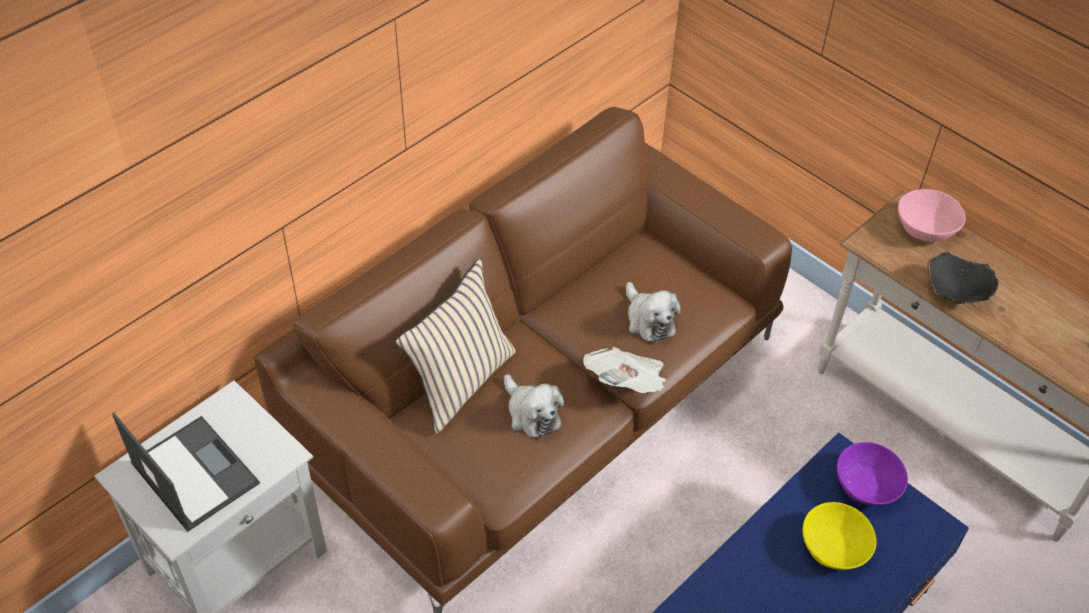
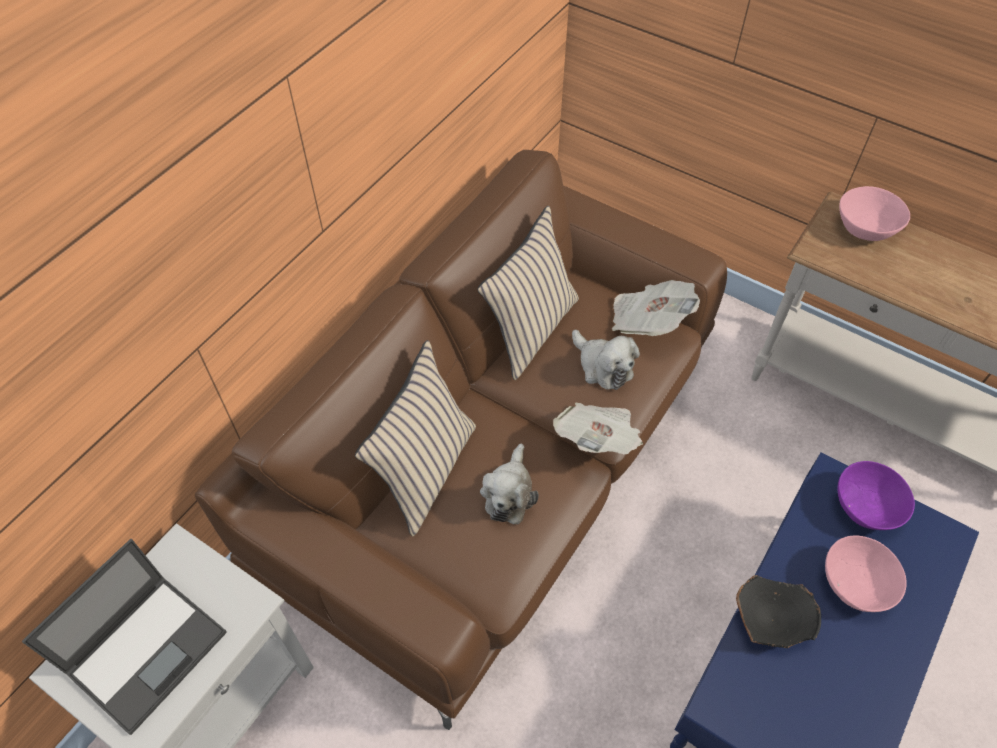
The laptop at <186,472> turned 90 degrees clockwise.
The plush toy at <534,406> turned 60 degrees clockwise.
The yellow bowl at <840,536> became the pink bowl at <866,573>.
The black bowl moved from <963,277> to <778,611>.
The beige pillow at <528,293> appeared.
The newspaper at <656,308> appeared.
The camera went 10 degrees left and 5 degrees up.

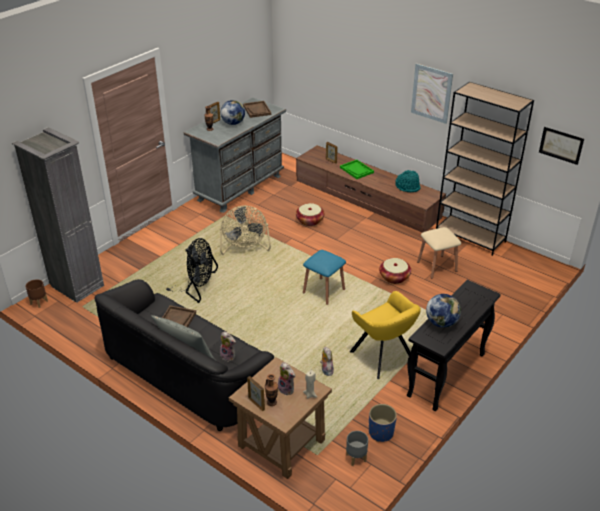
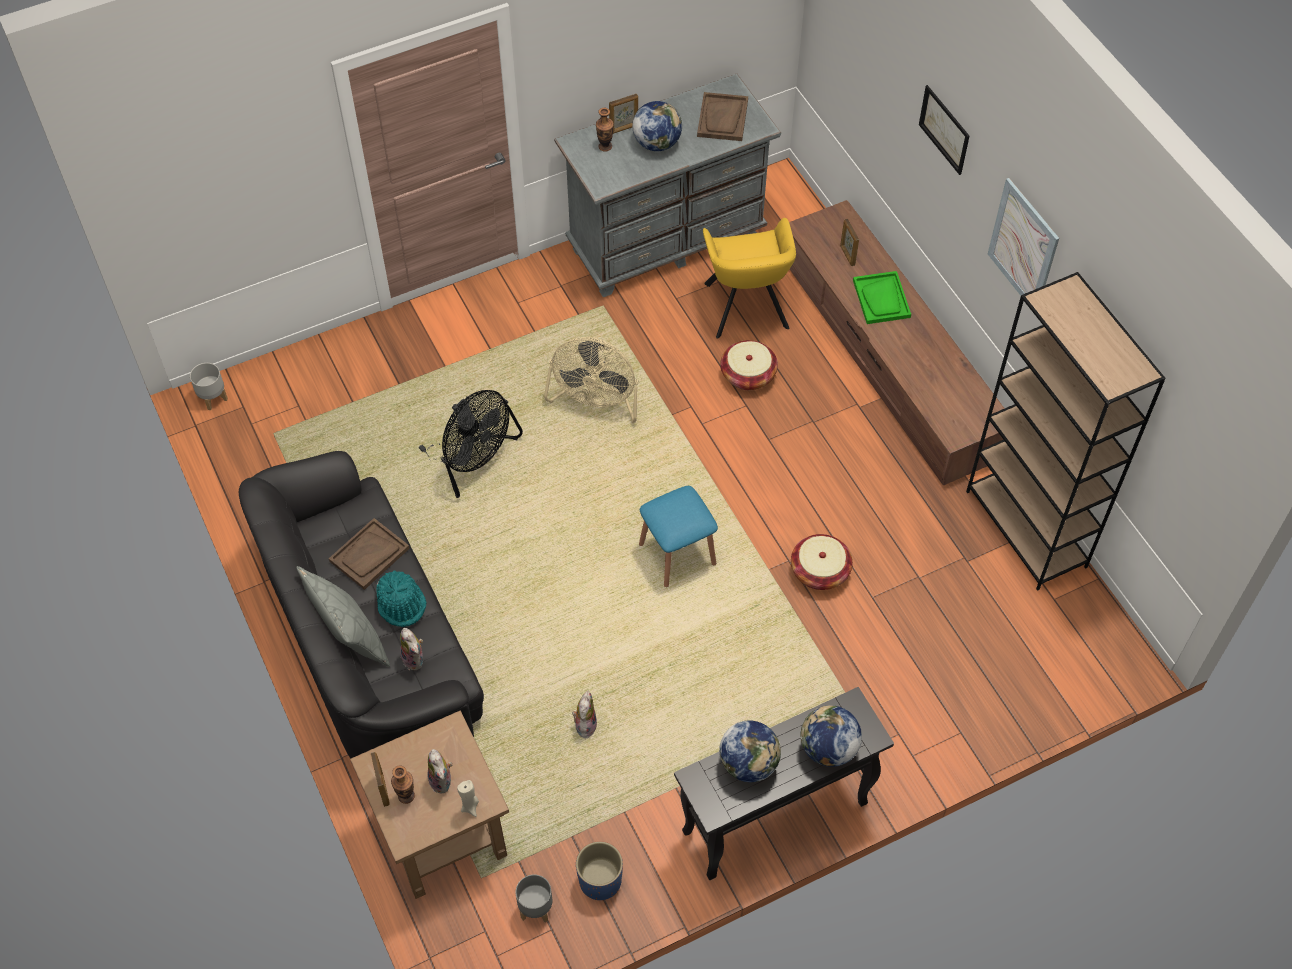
The grey cabinet at <58,215> disappeared.
The brown planter at <37,293> became the grey planter at <209,386>.
The yellow armchair moved from <385,335> to <749,278>.
The turquoise hat moved from <408,181> to <401,598>.
The beige stool at <439,252> disappeared.
The picture moved from <561,146> to <944,130>.
The globe at <831,736> appeared.
The camera went 25 degrees right and 20 degrees up.

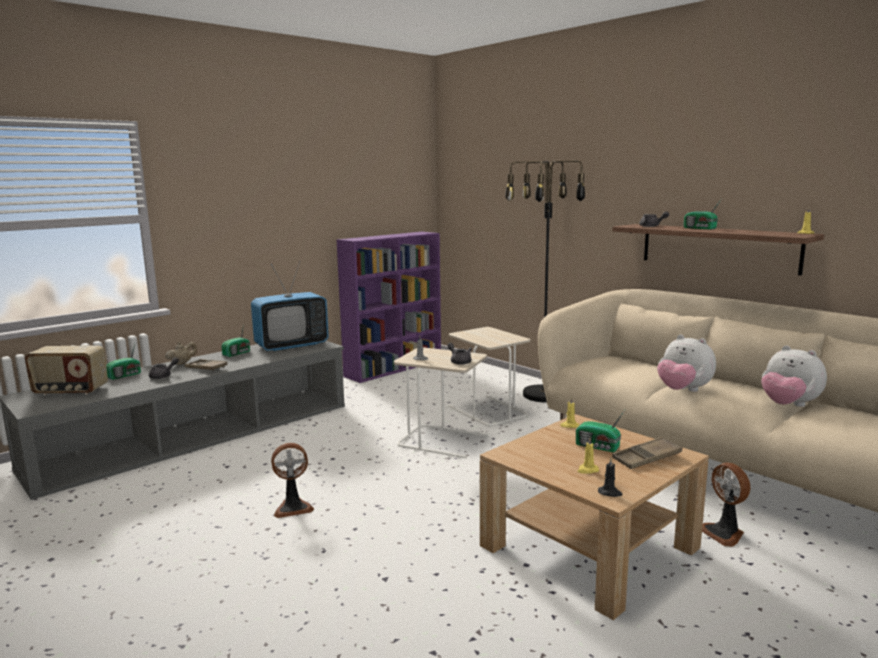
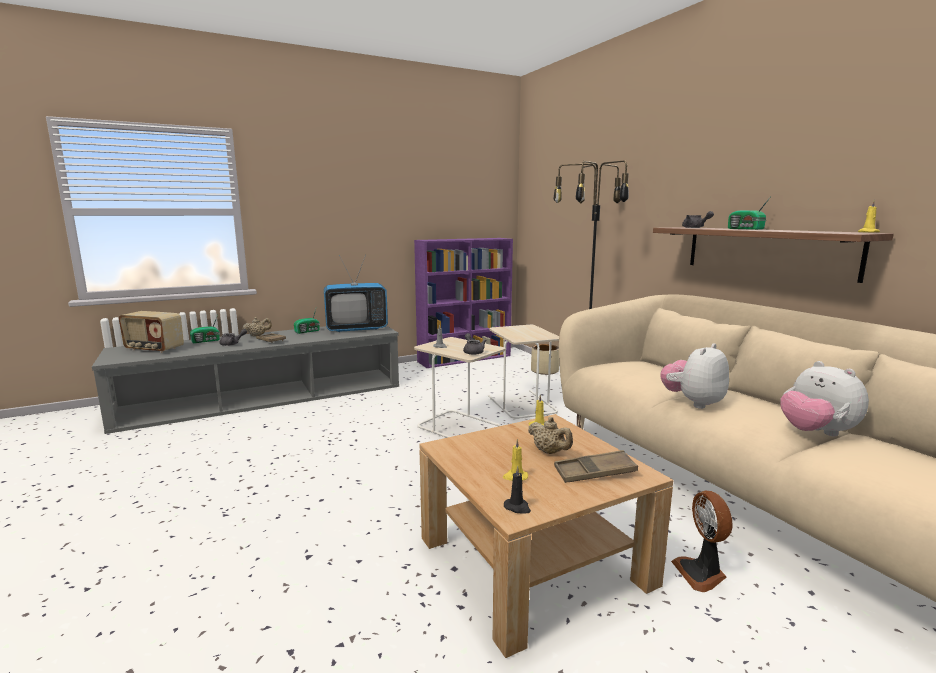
The fan at <292,480> disappeared.
The radio at <600,431> was replaced by the beige teapot at <550,435>.
The plush toy at <686,363> turned 75 degrees clockwise.
The beige planter at <545,359> appeared.
The camera went 15 degrees right and 0 degrees up.

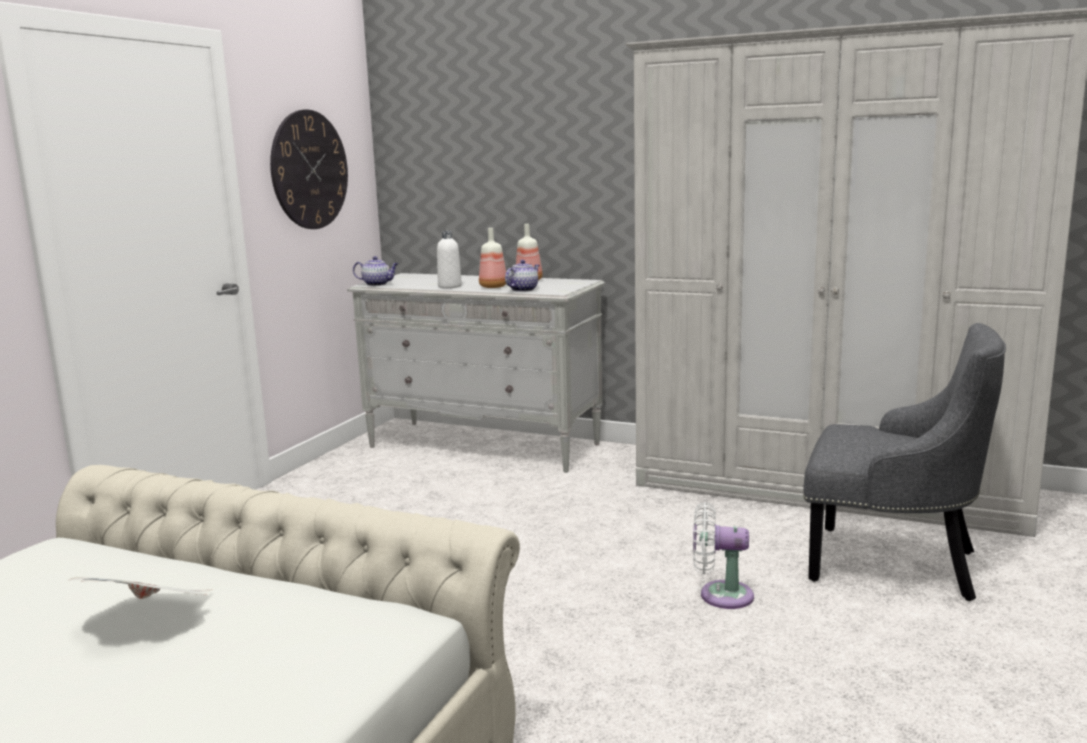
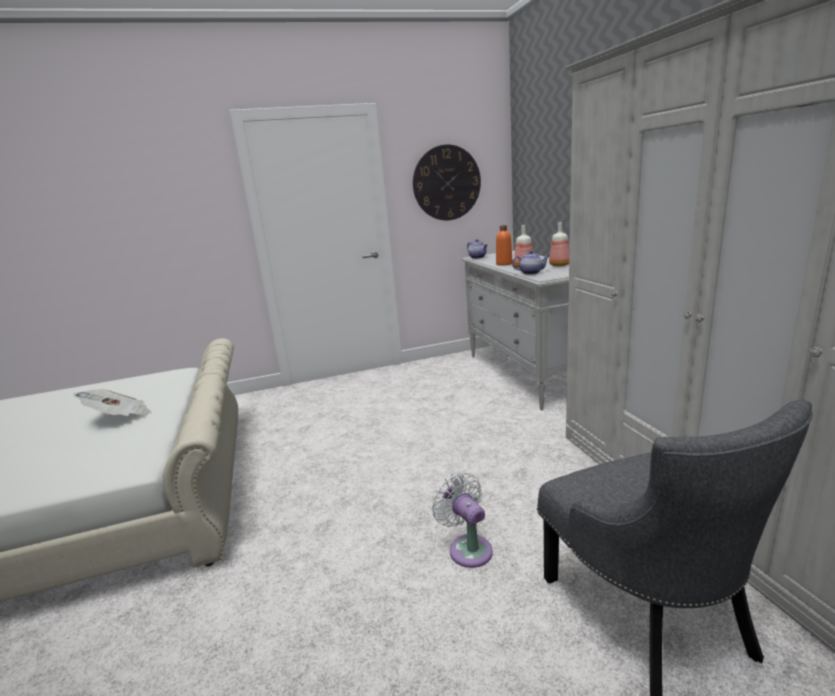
The white bottle at <449,259> became the orange bottle at <504,245>.
The camera went 50 degrees right and 5 degrees up.

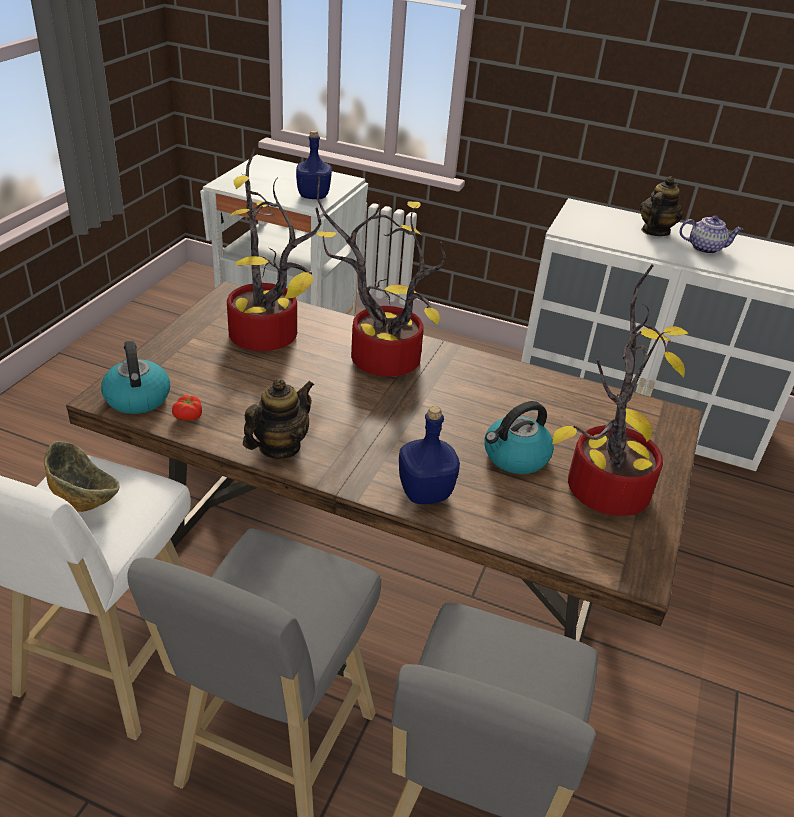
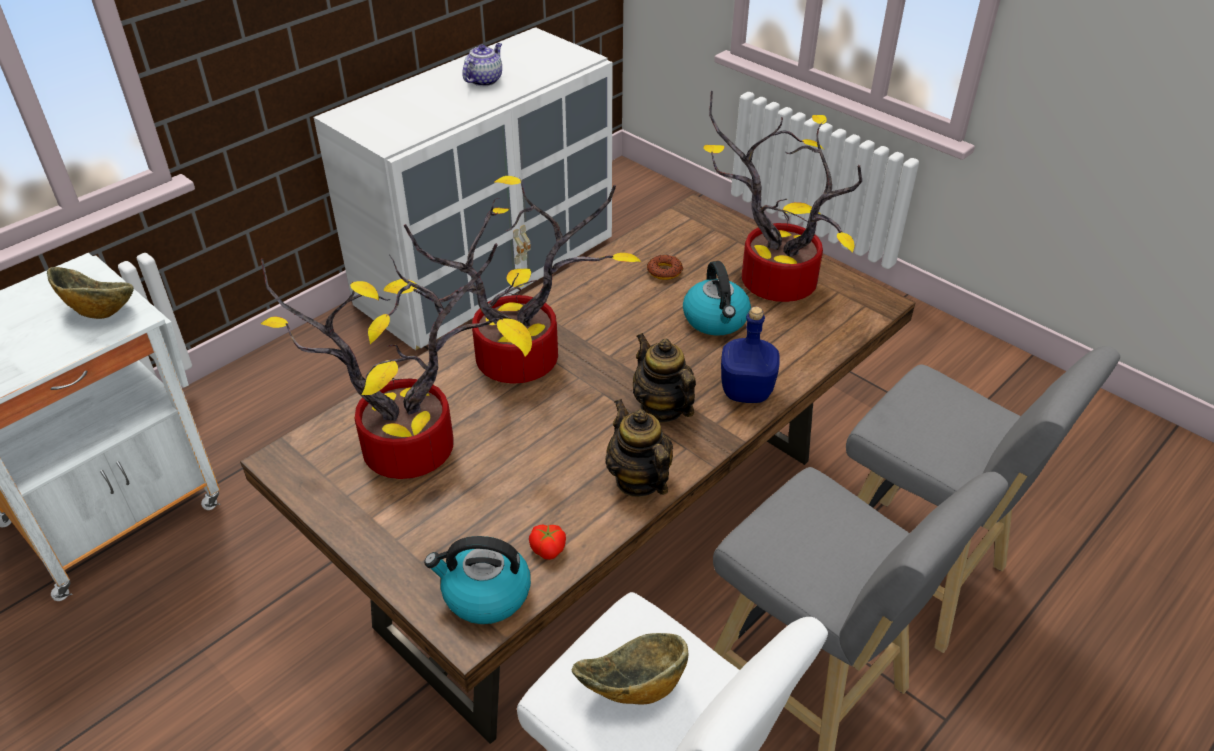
The blue bottle at <314,164> was replaced by the bowl at <90,293>.
The teapot moved from <661,206> to <664,378>.
The donut at <665,267> appeared.
The camera went 65 degrees left and 5 degrees up.

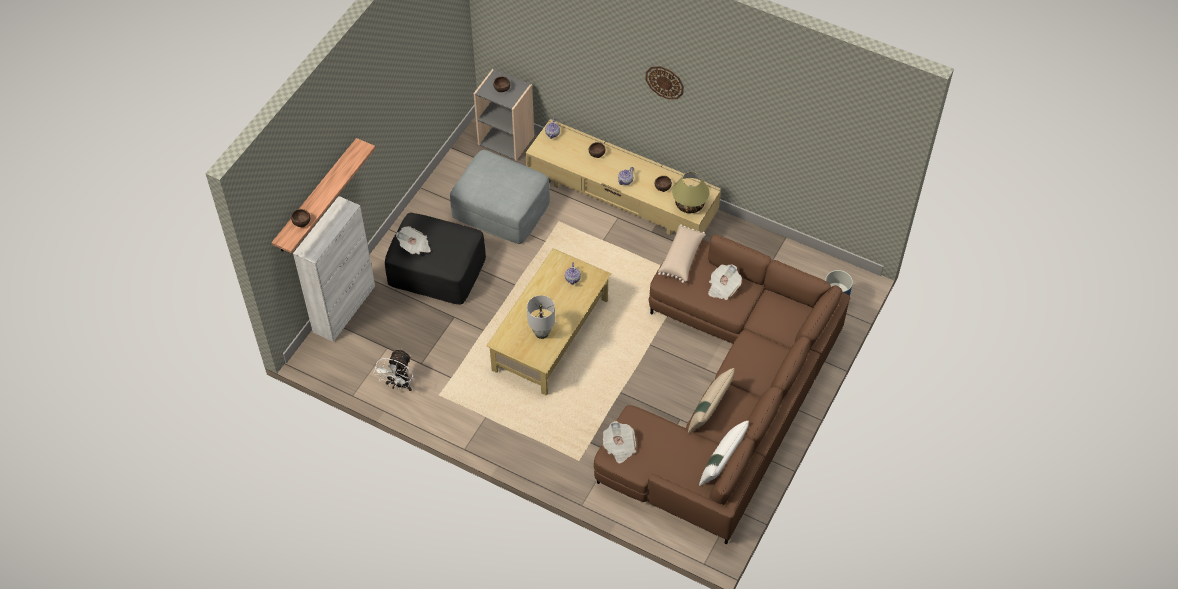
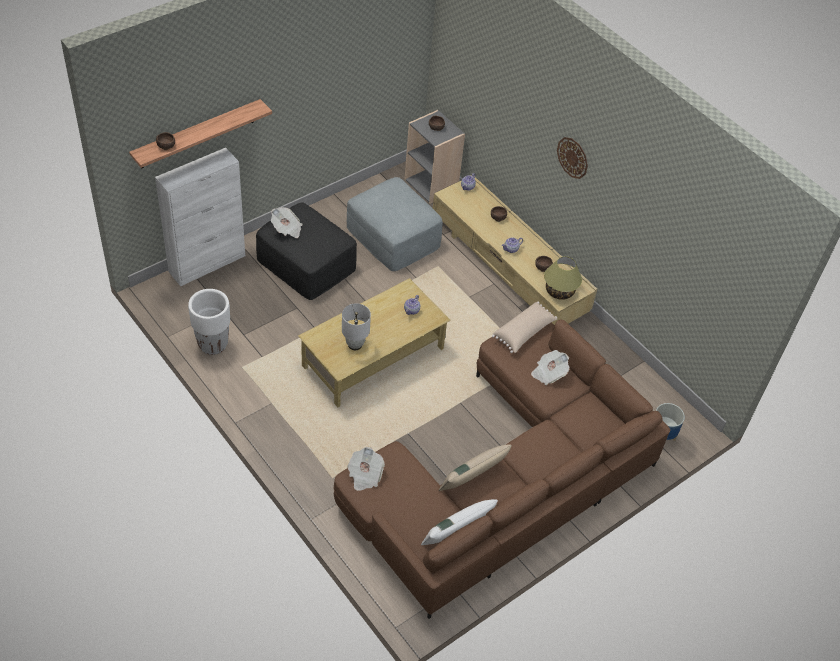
The white fan at <393,370> was replaced by the white planter at <209,322>.
The camera went 20 degrees right and 5 degrees down.

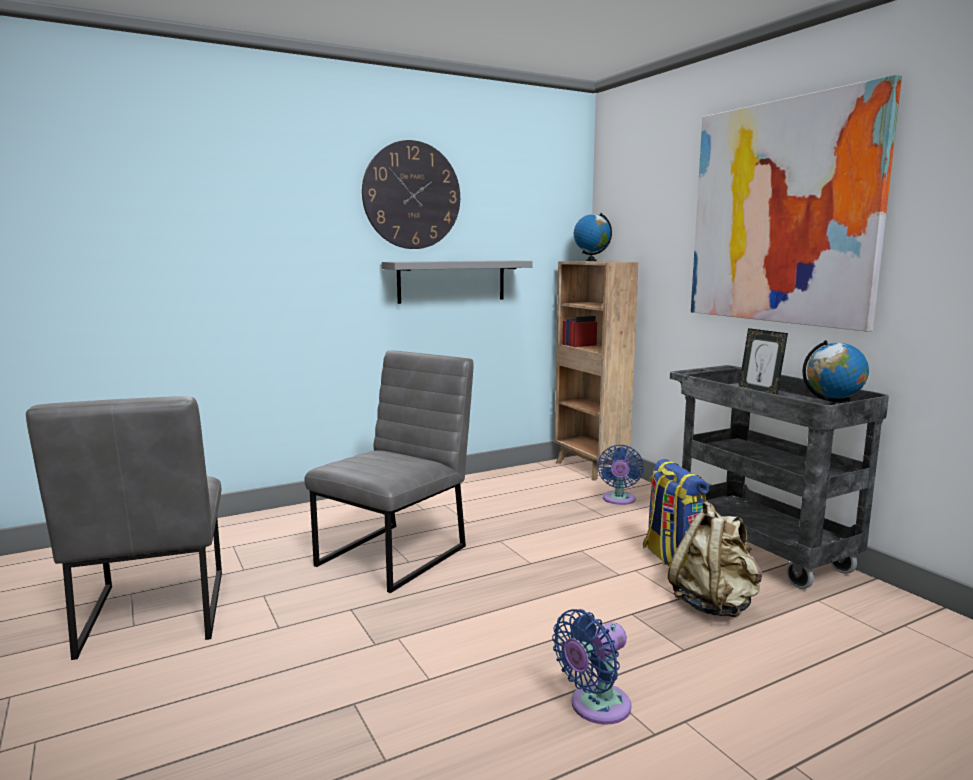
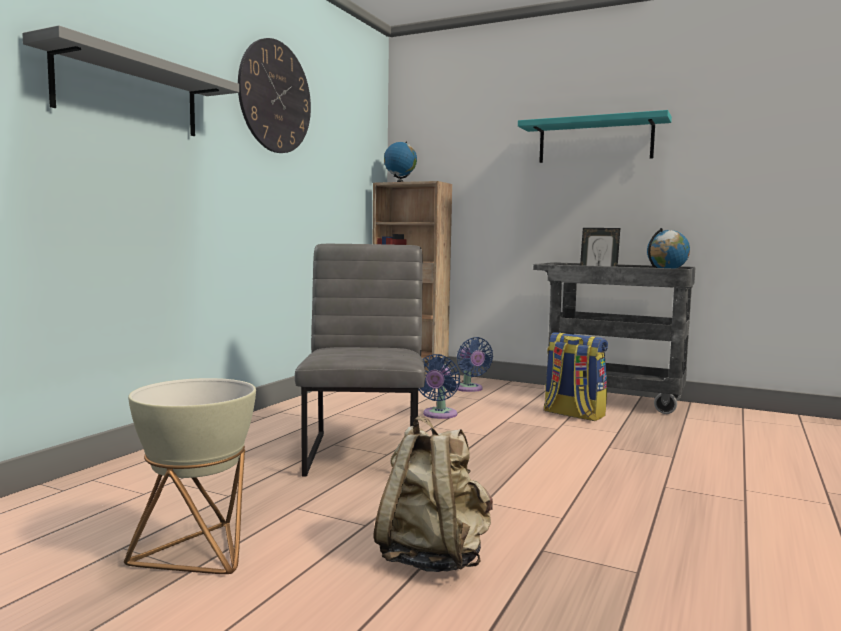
The grey chair at <124,528> was replaced by the planter at <190,476>.
The grey shelf moved from <457,282> to <130,80>.
The blue fan moved from <591,667> to <439,386>.
The beige backpack moved from <715,559> to <433,494>.
The picture at <796,203> was replaced by the turquoise shelf at <595,136>.
The camera went 35 degrees left and 5 degrees down.

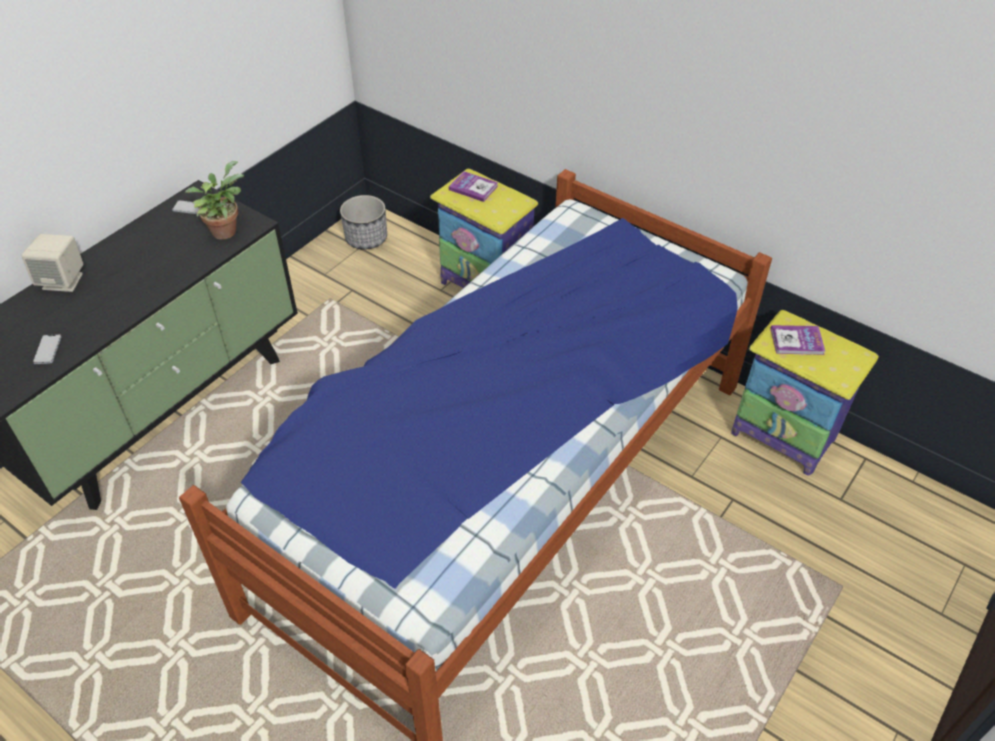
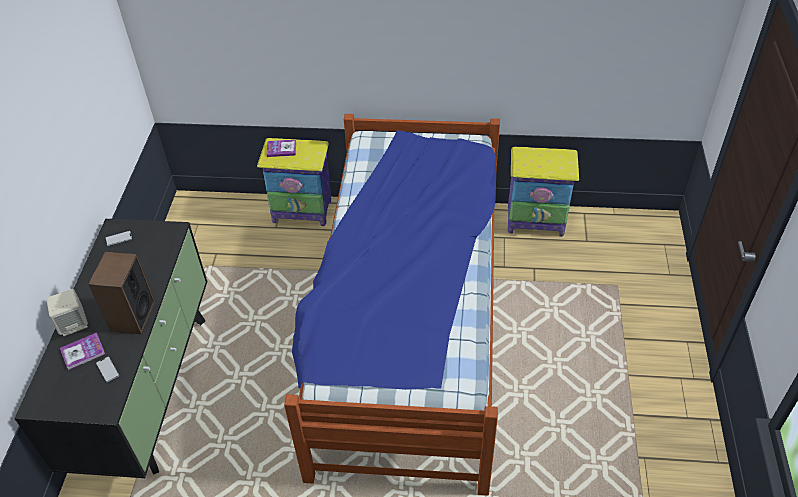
The potted plant at <214,200> disappeared.
The planter at <363,222> disappeared.
The book moved from <797,340> to <82,351>.
The speaker at <121,293> appeared.
The camera went 30 degrees left and 0 degrees up.

